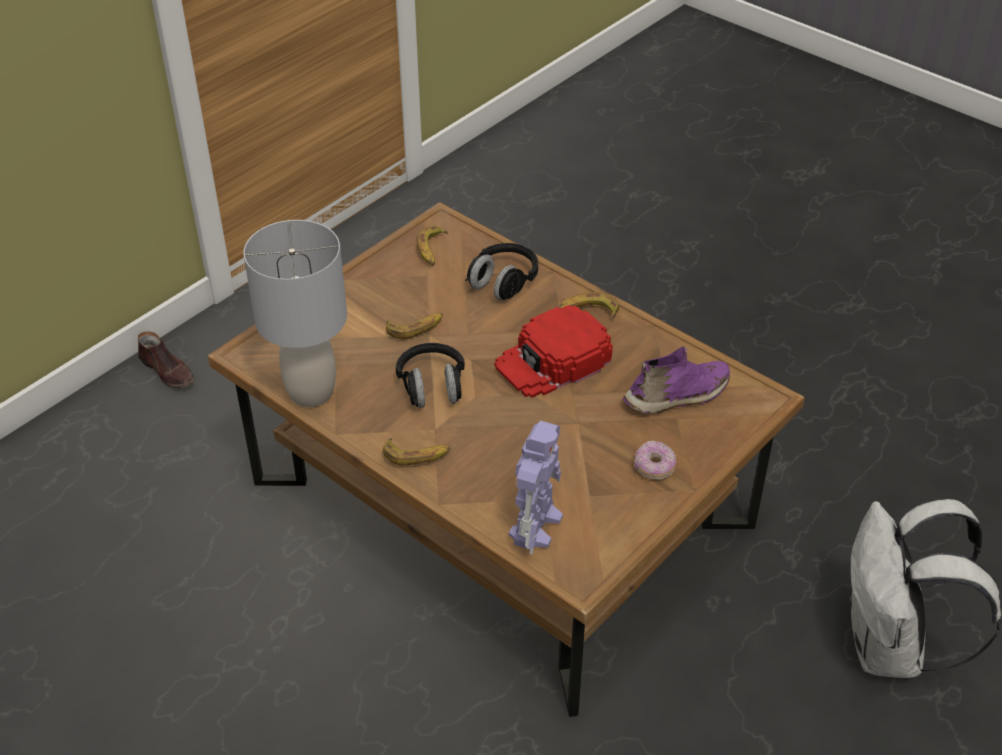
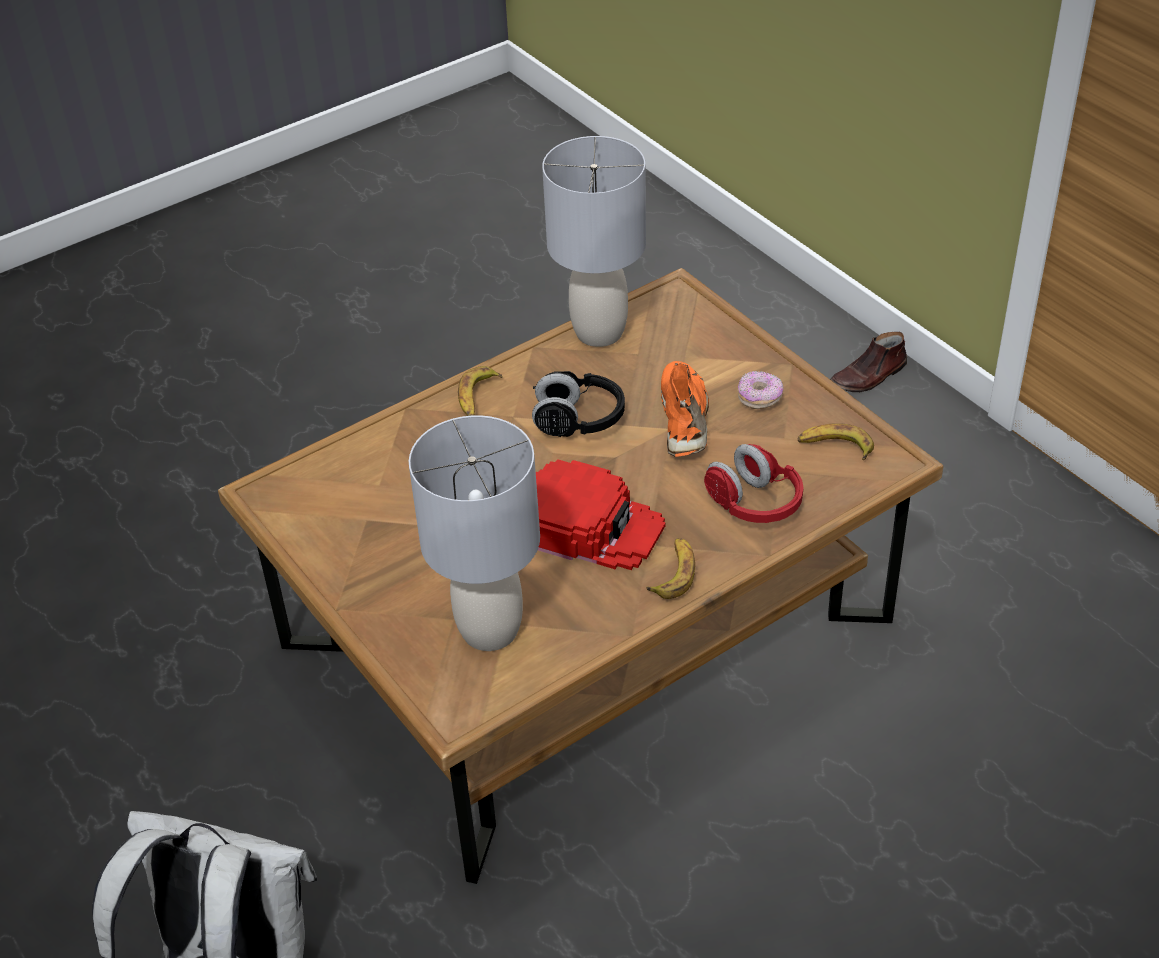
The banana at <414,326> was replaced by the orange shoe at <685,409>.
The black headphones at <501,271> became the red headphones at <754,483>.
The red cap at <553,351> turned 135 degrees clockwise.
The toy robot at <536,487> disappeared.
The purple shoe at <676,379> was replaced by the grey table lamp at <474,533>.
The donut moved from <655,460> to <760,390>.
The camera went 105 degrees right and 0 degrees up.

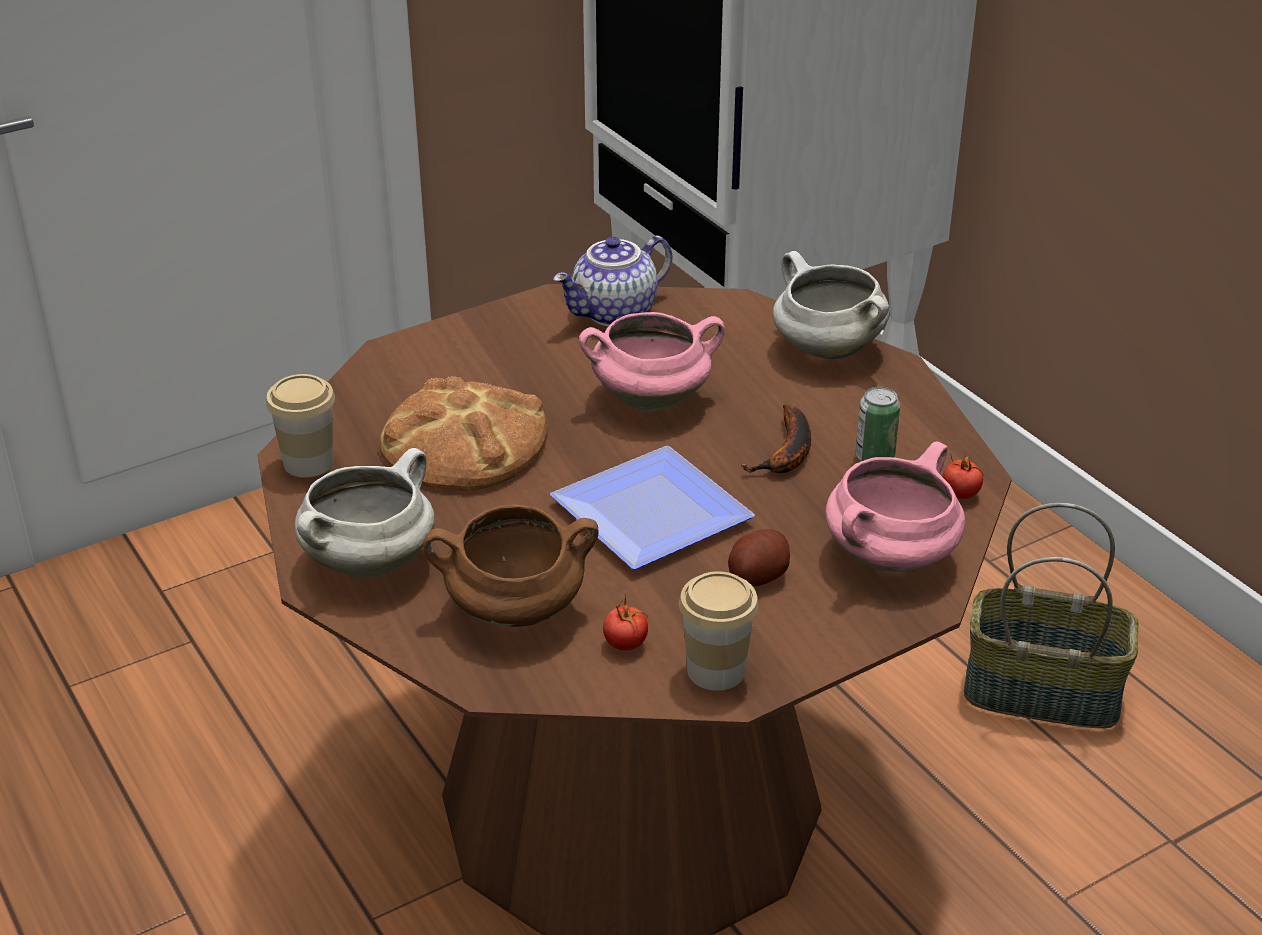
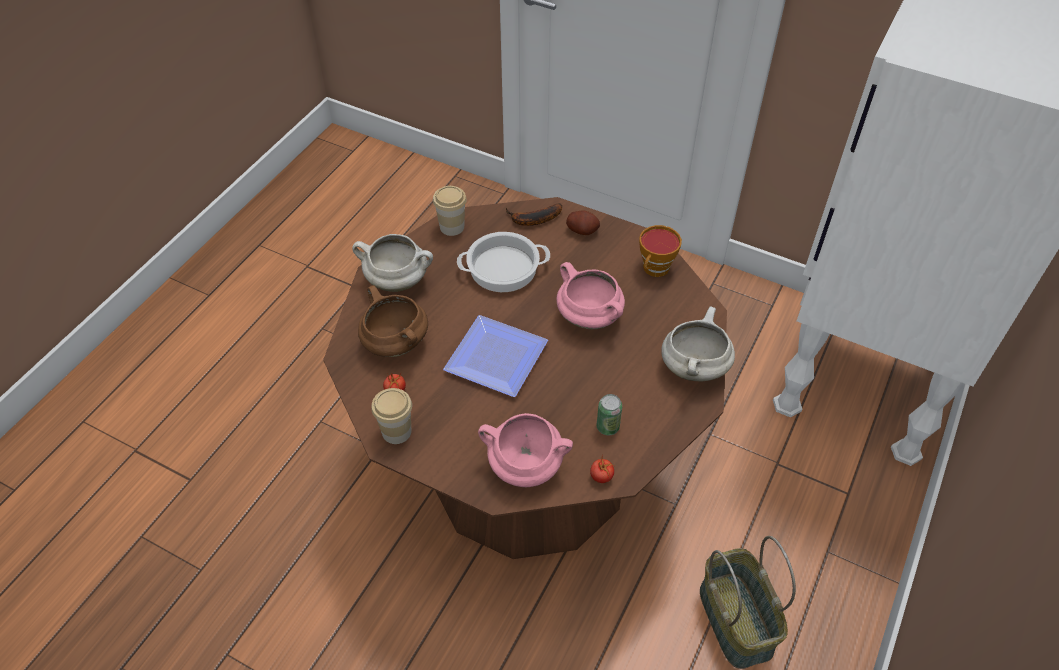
The bread at <463,433> was replaced by the cooking pot at <503,262>.
The teapot at <612,280> was replaced by the cup at <660,251>.
The potato moved from <759,558> to <583,222>.
The banana moved from <776,439> to <534,214>.
The camera went 60 degrees right and 15 degrees up.

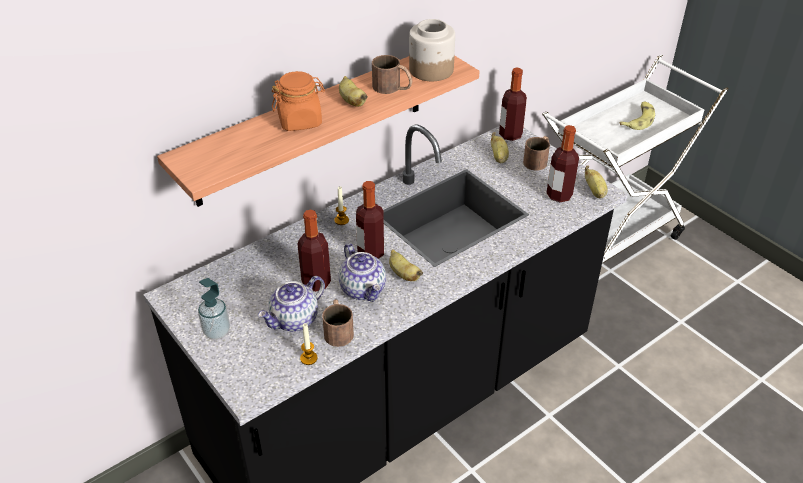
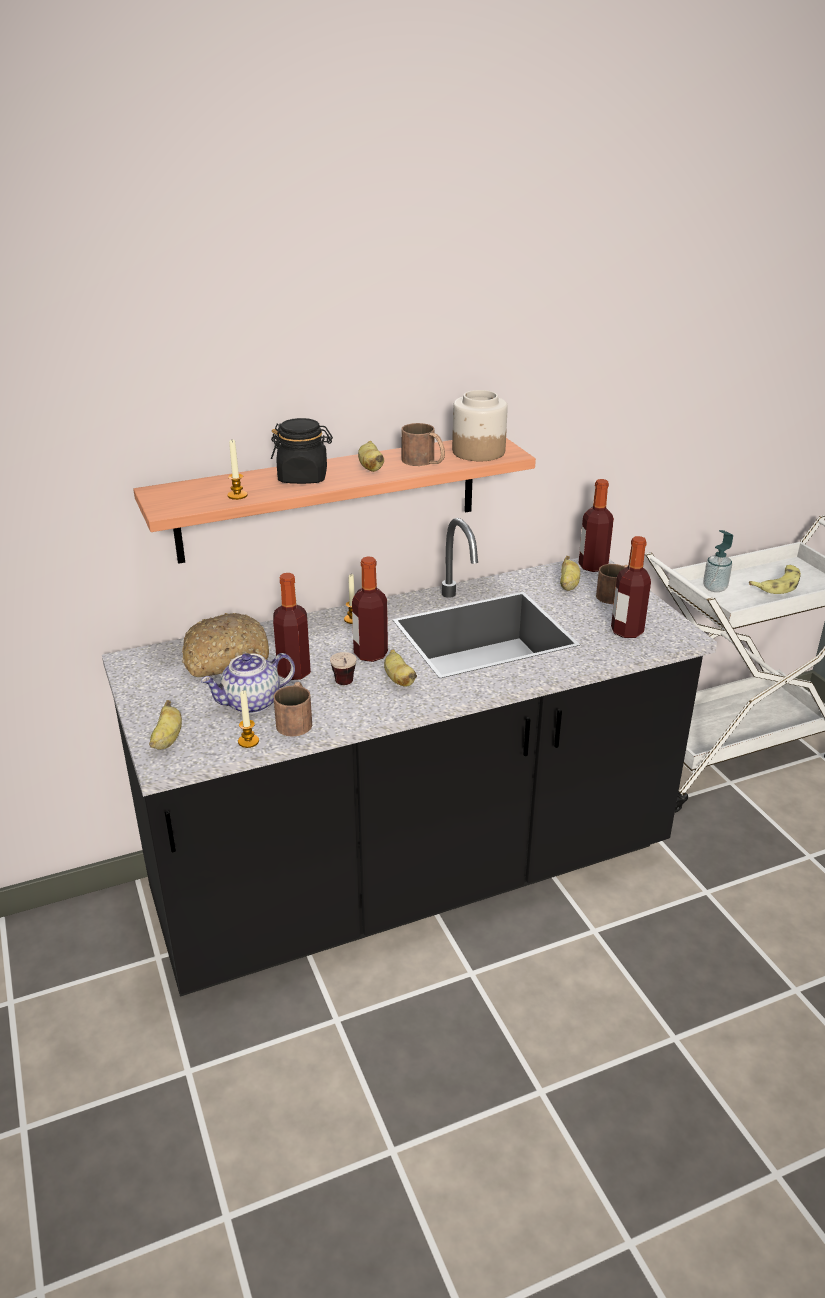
The soap dispenser moved from <214,309> to <718,561>.
The orange jar at <298,101> became the black jar at <302,451>.
The teapot at <362,272> was replaced by the cup at <343,668>.
The banana moved from <596,182> to <165,725>.
The bread at <225,645> appeared.
The candle at <237,470> appeared.
The camera went 15 degrees right and 10 degrees down.

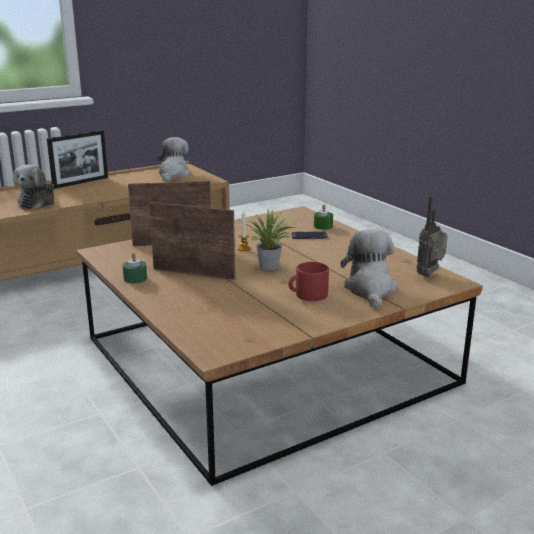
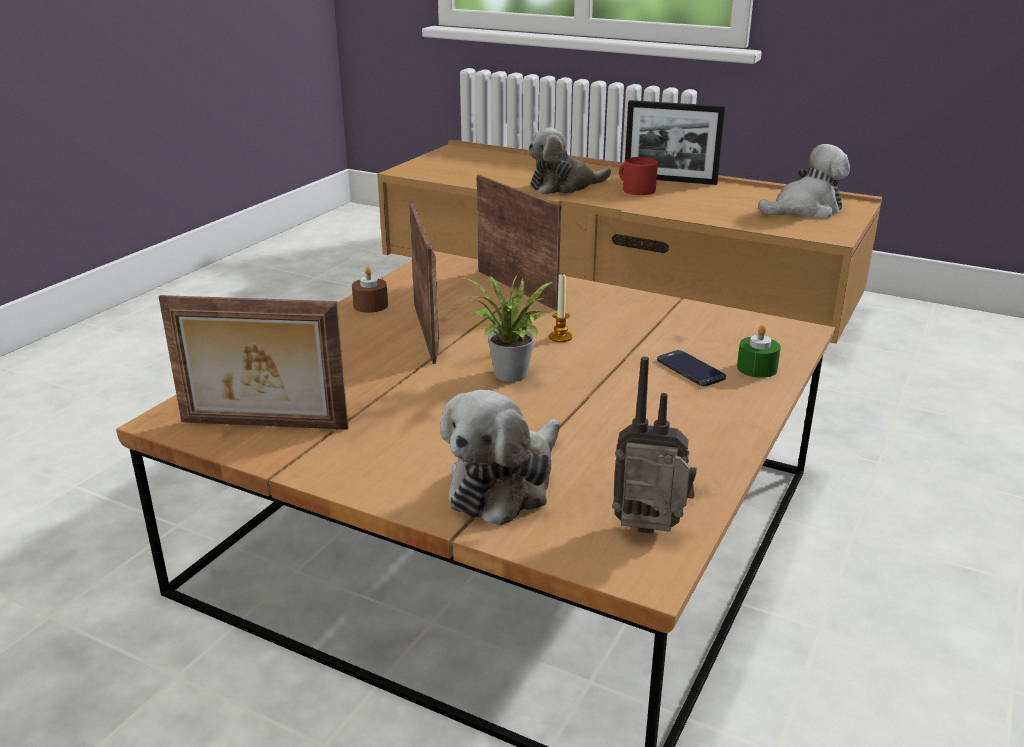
The green candle at <135,268> became the brown candle at <370,290>.
The red mug moved from <308,281> to <638,176>.
The plush toy at <369,269> turned 150 degrees clockwise.
The picture frame at <254,362> appeared.
The camera went 60 degrees right and 5 degrees up.

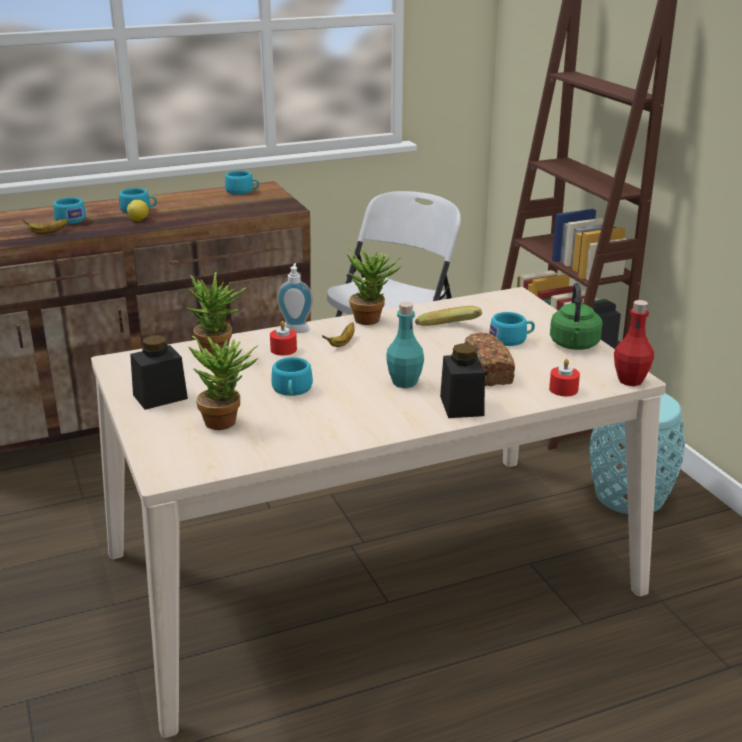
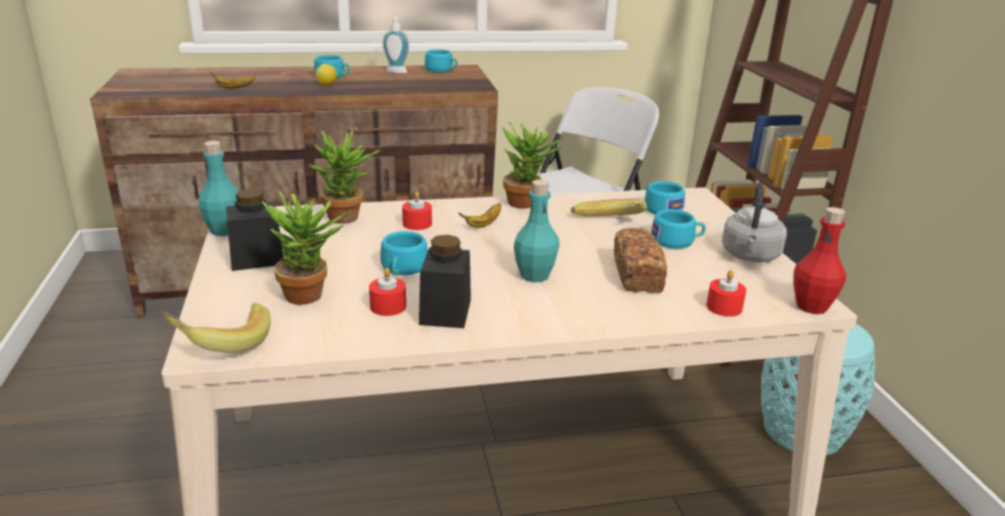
The turquoise cup moved from <69,210> to <664,198>.
The soap dispenser moved from <295,298> to <396,45>.
The black jar moved from <462,380> to <445,281>.
The green kettle at <576,316> became the grey kettle at <754,222>.
The banana at <214,328> appeared.
The turquoise bottle at <218,188> appeared.
The red candle at <387,292> appeared.
The camera went 10 degrees right and 0 degrees up.

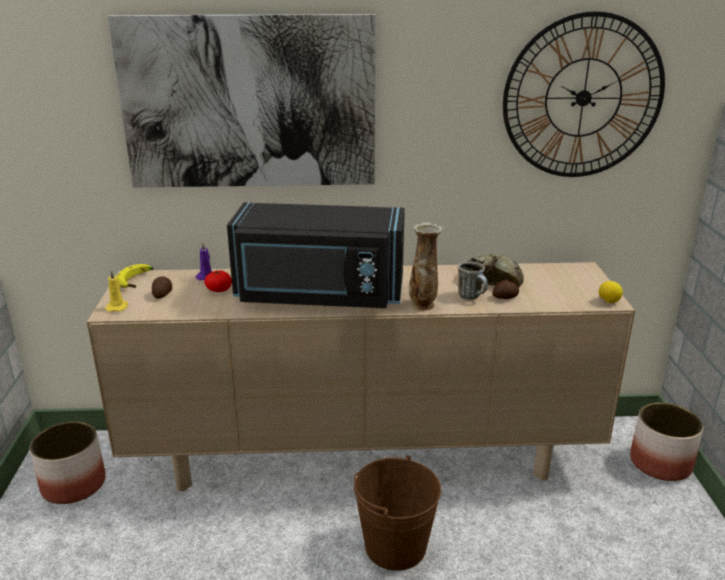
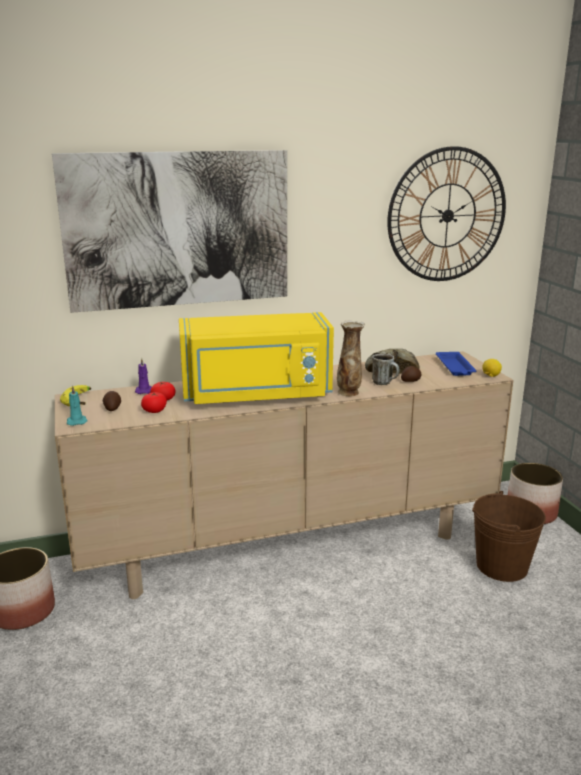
The yellow candle at <116,291> became the turquoise candle at <77,405>.
The black microwave at <316,255> became the yellow microwave at <256,358>.
The brown bucket moved from <397,513> to <509,536>.
The tomato at <154,402> appeared.
The blue tray at <456,364> appeared.
The camera went 15 degrees left and 5 degrees down.

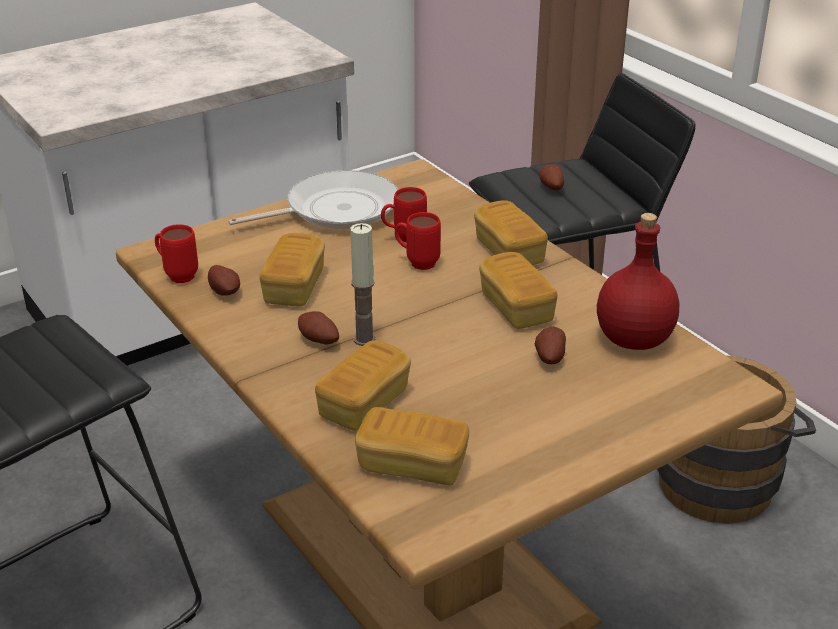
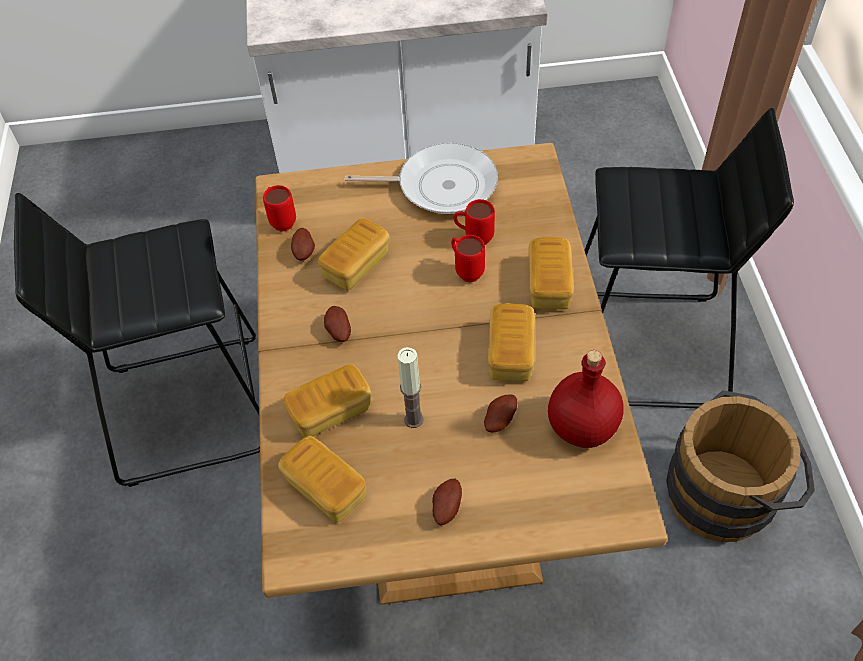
The candle moved from <363,284> to <410,387>.
The potato moved from <551,177> to <447,502>.
The camera went 30 degrees right and 20 degrees up.

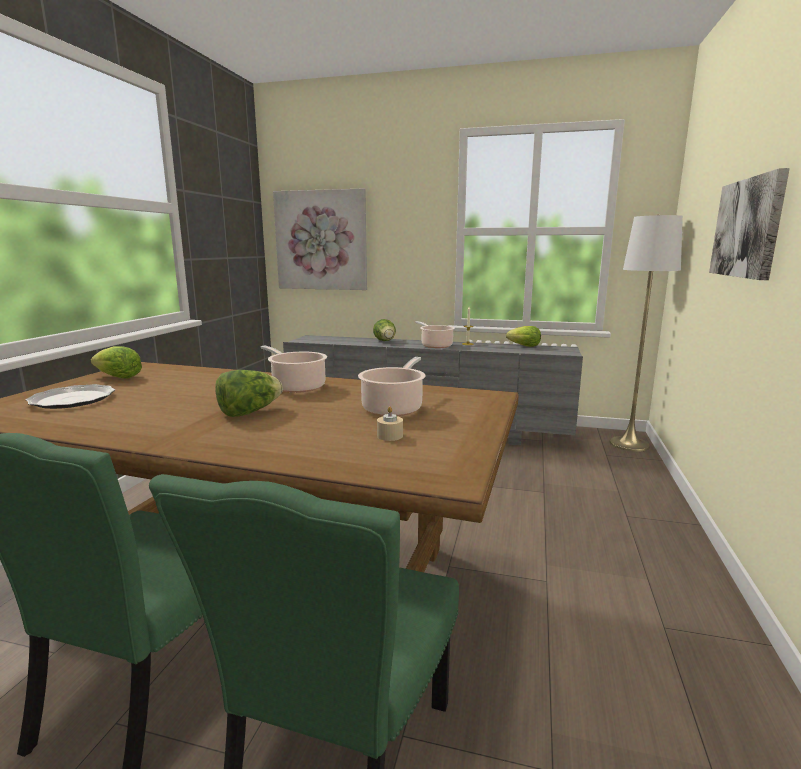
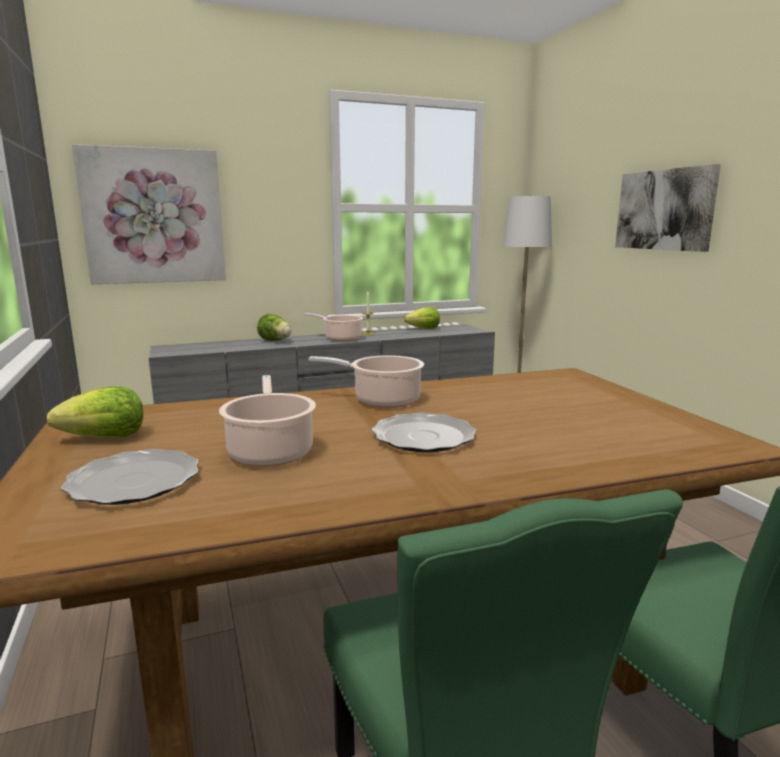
The lettuce at <249,393> was replaced by the plate at <424,432>.
The cooking pot moved from <392,386> to <267,420>.
The beige candle at <390,423> disappeared.
The camera went 35 degrees left and 0 degrees up.

